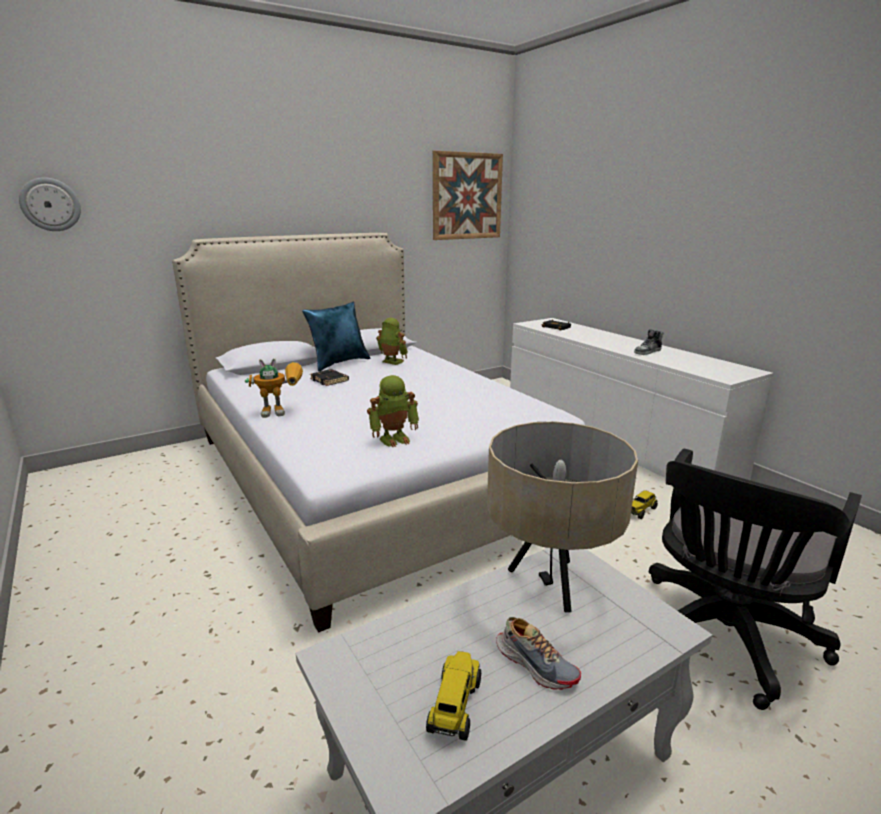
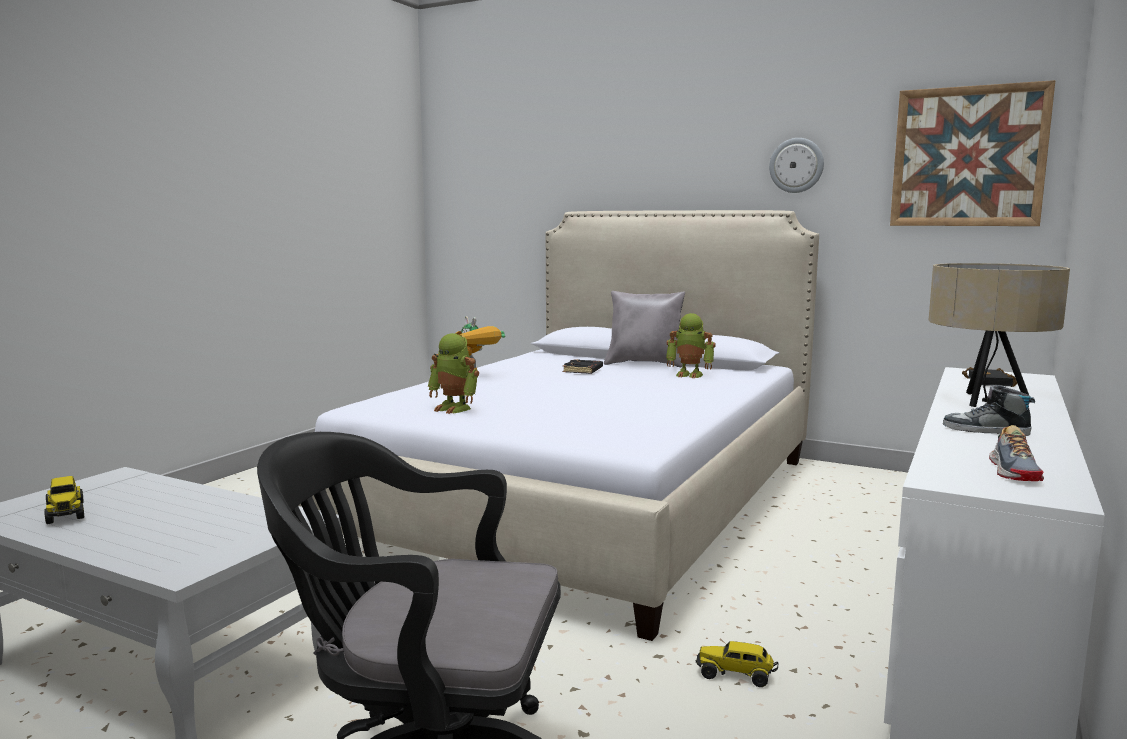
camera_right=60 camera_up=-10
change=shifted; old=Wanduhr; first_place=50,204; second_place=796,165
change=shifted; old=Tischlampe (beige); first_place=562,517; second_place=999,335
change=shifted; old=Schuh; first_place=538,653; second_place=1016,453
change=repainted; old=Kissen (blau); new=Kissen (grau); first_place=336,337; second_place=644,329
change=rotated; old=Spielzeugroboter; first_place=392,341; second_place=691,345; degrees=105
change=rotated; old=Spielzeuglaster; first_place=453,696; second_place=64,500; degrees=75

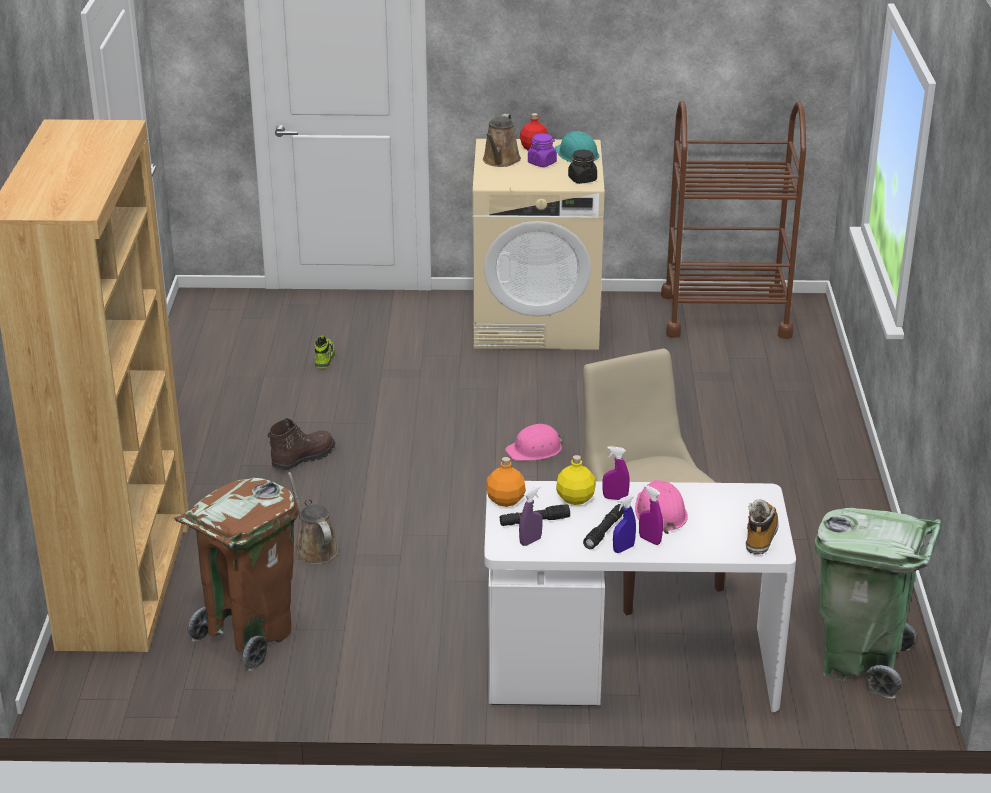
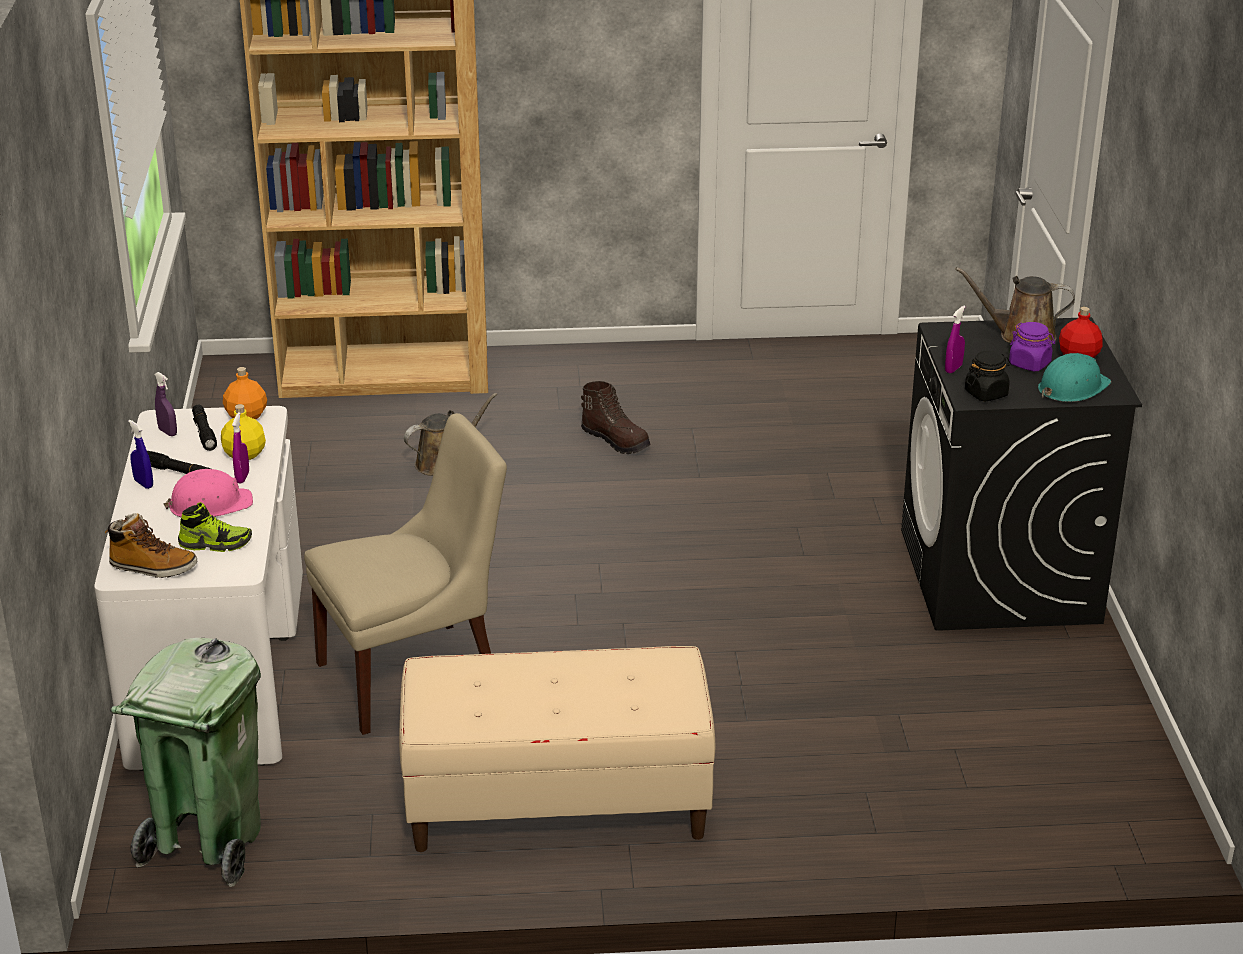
camera_right=85 camera_up=0
change=gone; old=Mülleimer (braun); first_place=236,574
change=gone; old=Schutzhelm (rosa); first_place=534,442
change=gone; old=Rollwagen (braun); first_place=733,220
change=new; new=Bank (beige); second_place=557,749
change=shifted; old=Schuh; first_place=325,352; second_place=215,527
change=shifted; old=Sprühflasche (lila); first_place=651,515; second_place=955,339
change=repainted; old=Waschmaschine (beige); new=Waschmaschine (schwarz); first_place=539,244; second_place=1021,474

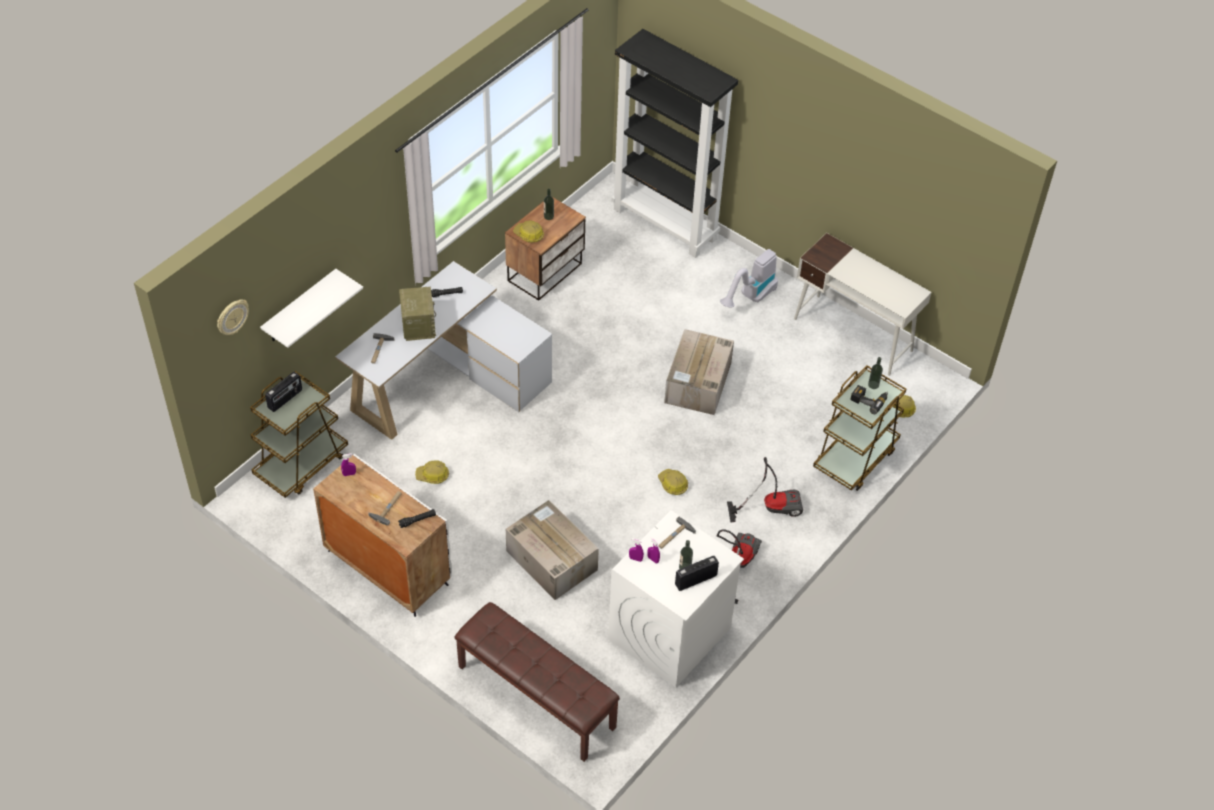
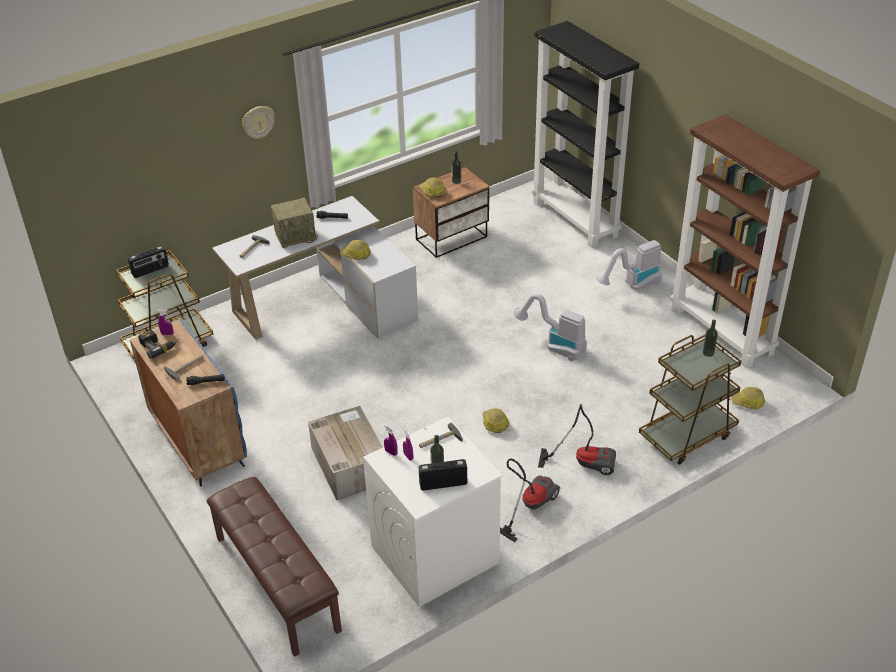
camera_right=20 camera_up=-10
change=gone; old=Wandregal (weiß); first_place=311,308
change=shifted; old=Wanduhr; first_place=233,317; second_place=258,122
change=shifted; old=Schutzhelm; first_place=432,472; second_place=355,250
change=shifted; old=Bohrmaschine; first_place=869,399; second_place=157,344
change=swapped; old=Karton; new=Staubsauger; first_place=699,372; second_place=550,327
change=swapped; old=Schreibtisch (weiß); new=Bücherregal (braun); first_place=862,304; second_place=745,241
change=repainted; old=Schrank (weiß); new=Schrank (blau); first_place=382,535; second_place=188,403
change=rotated; old=Radio; first_place=417,314; second_place=294,223; degrees=60

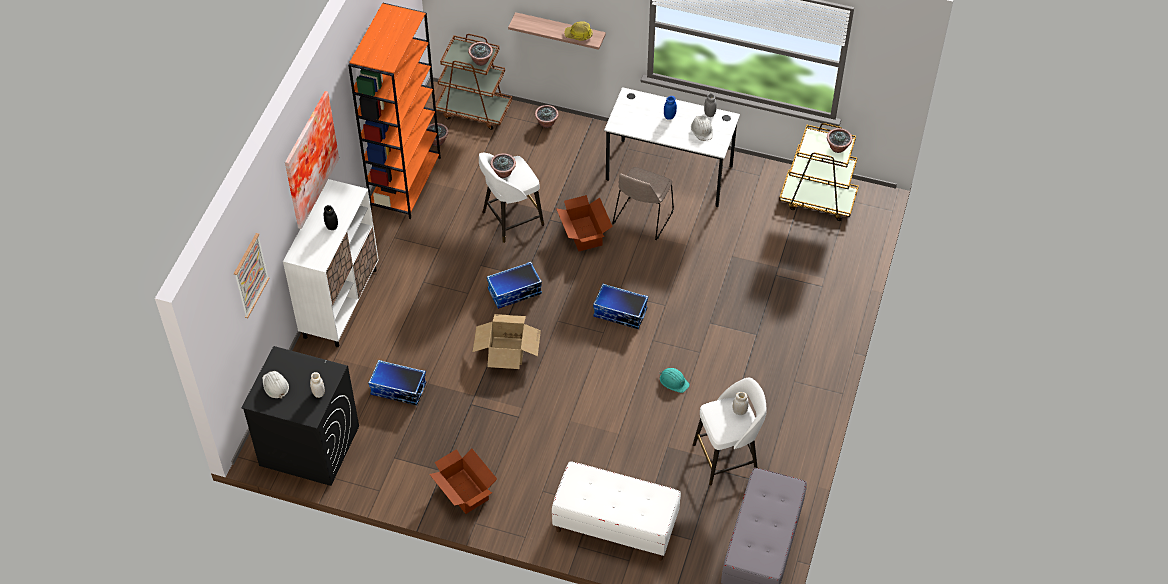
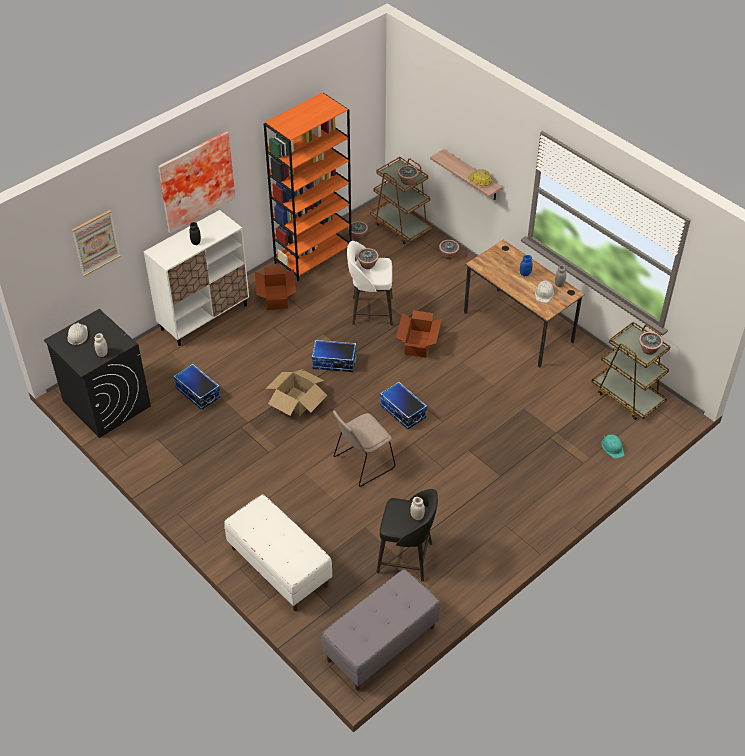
camera_right=30 camera_up=-5
change=shifted; old=Karton; first_place=463,481; second_place=275,288
change=shifted; old=Stuhl (beige); first_place=643,203; second_place=364,448
change=shifted; old=Schutzhelm (türkis); first_place=674,380; second_place=612,446
change=repainted; old=Schreibtisch (weiß); new=Schreibtisch (braun); first_place=672,147; second_place=524,304
change=repainted; old=Hocker (weiß); new=Hocker (schwarz); first_place=729,431; second_place=407,535

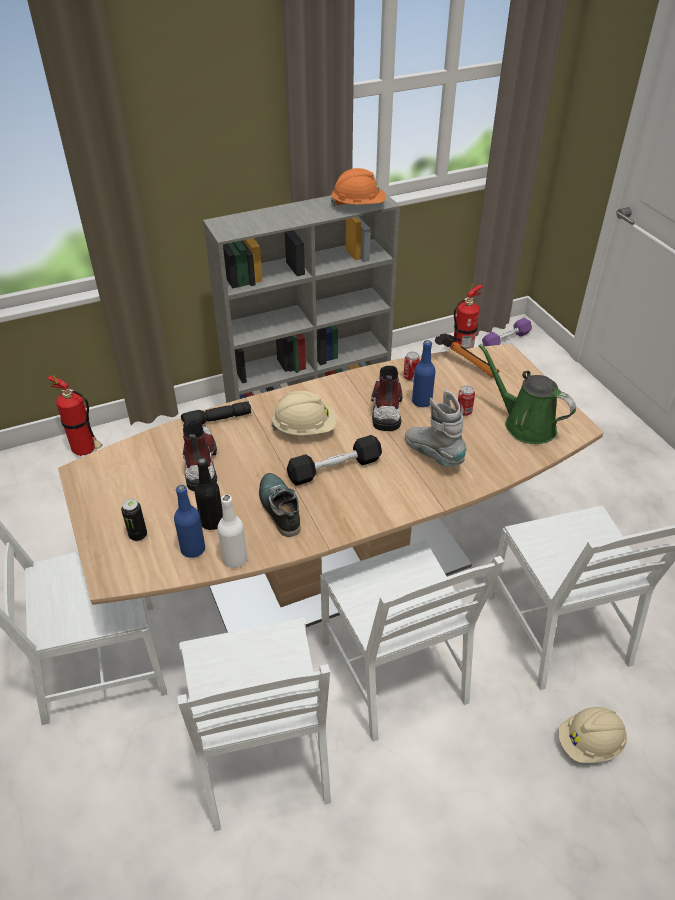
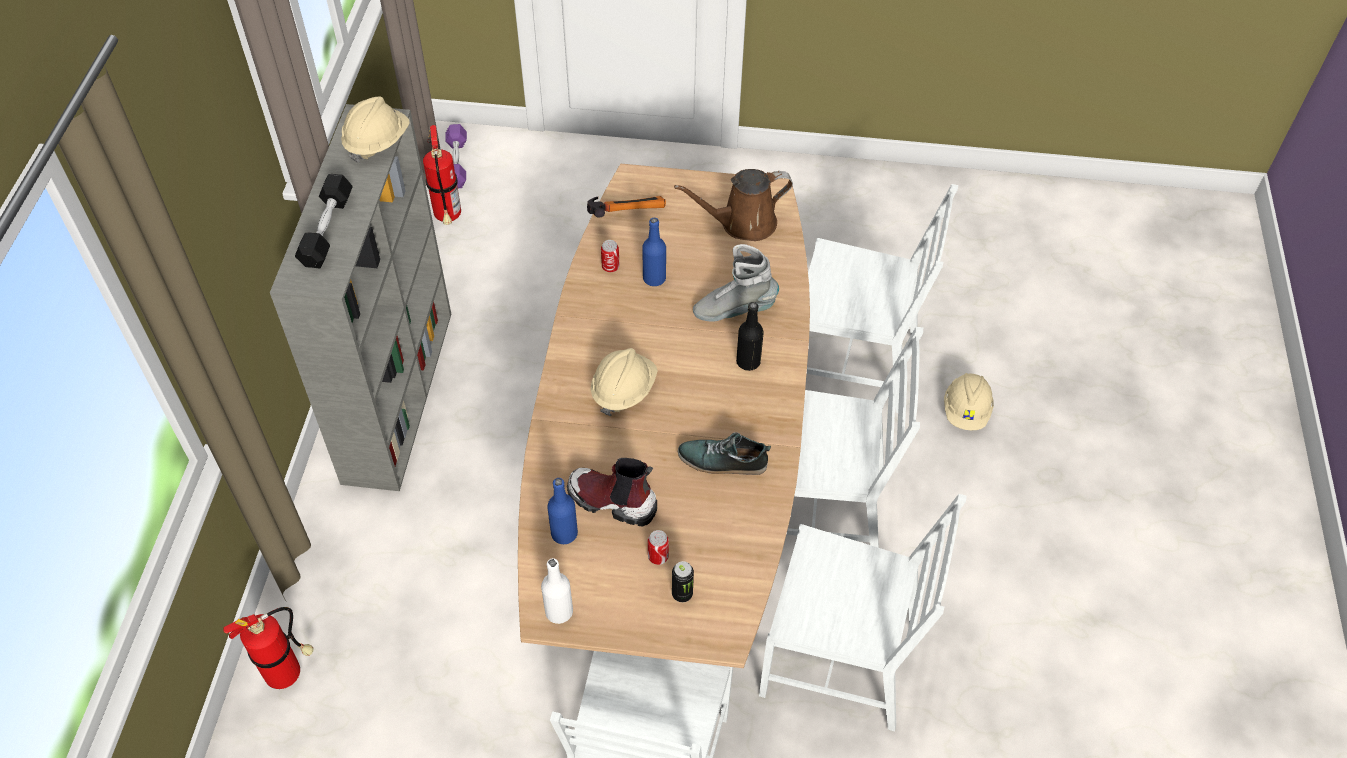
camera_right=-60 camera_up=10
change=gone; old=Taschenlampe (schwarz); first_place=216,414
change=gone; old=Stiefel; first_place=387,398
change=shifted; old=Flasche (blau); first_place=189,521; second_place=562,511
change=shifted; old=Flasche (schwarz); first_place=208,494; second_place=750,336
change=shifted; old=Flasche (weiß); first_place=232,531; second_place=557,591
change=shifted; old=Hantel (schwarz); first_place=334,460; second_place=324,221
change=shifted; old=Dose; first_place=466,400; second_place=658,547
change=repainted; old=Schutzhelm (orange); new=Schutzhelm (beige); first_place=358,187; second_place=375,129
change=repainted; old=Gießkanne (grün); new=Gießkanne (braun); first_place=527,394; second_place=733,205

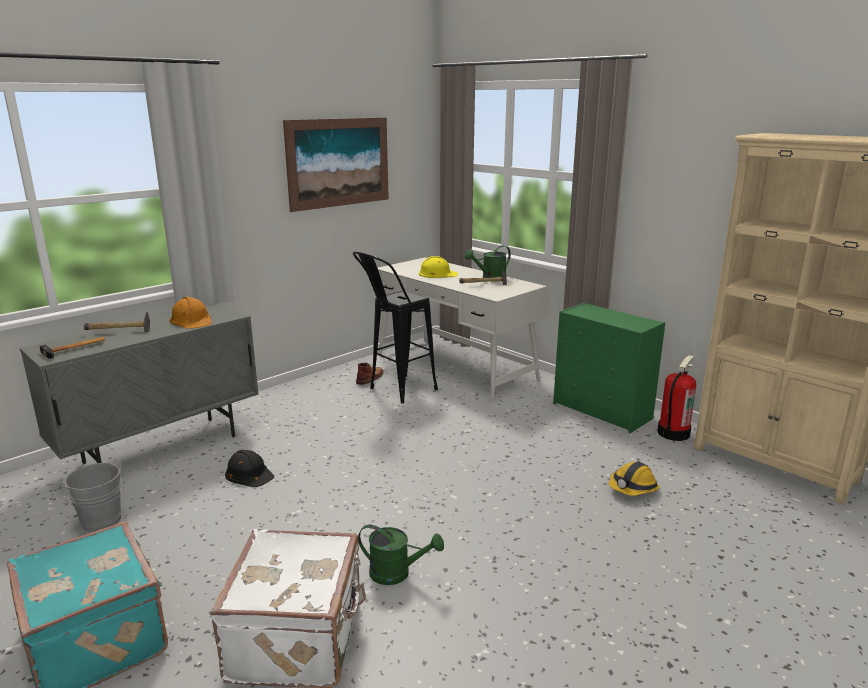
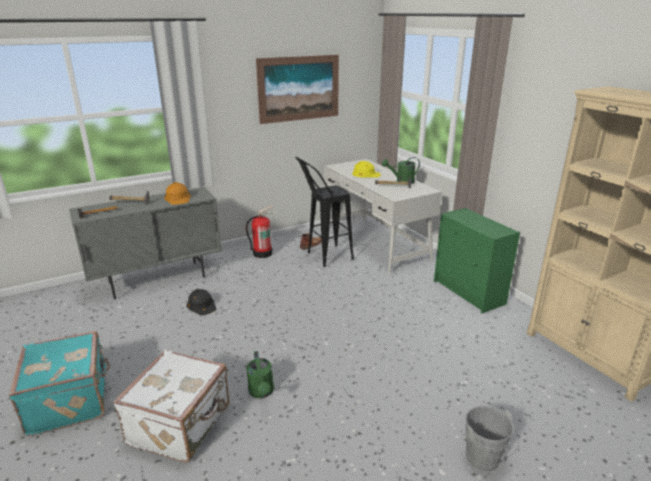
camera_right=15 camera_up=5
change=gone; old=Schutzhelm; first_place=634,479
change=shifted; old=Eimer (grau); first_place=92,497; second_place=492,439
change=shifted; old=Feuerlöscher; first_place=676,398; second_place=261,232
change=rotated; old=Gießkanne (grün); first_place=401,555; second_place=260,374; degrees=45

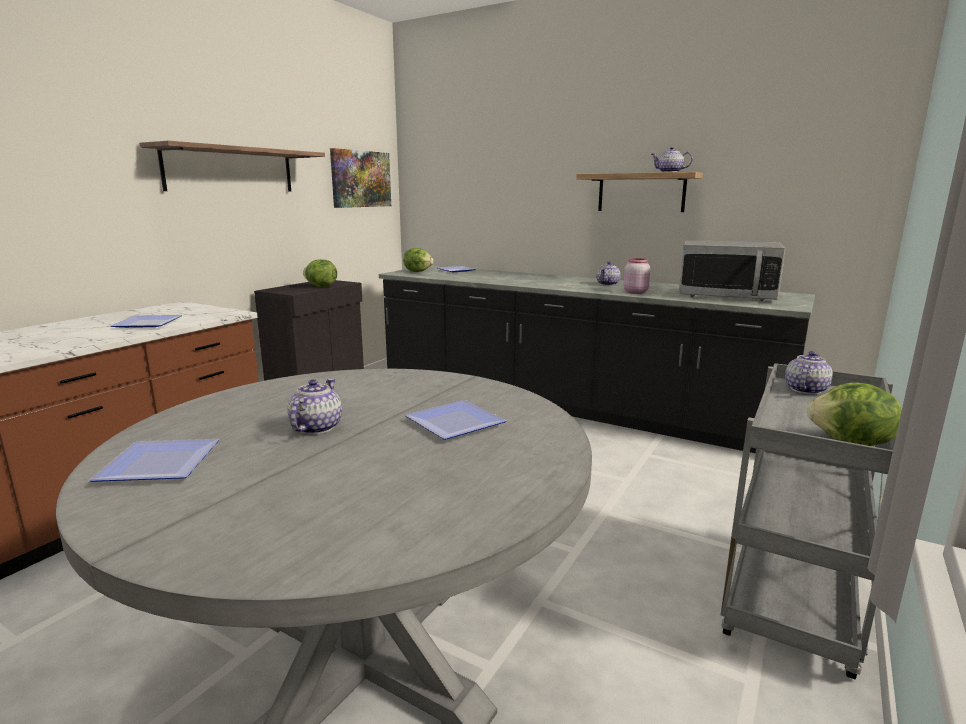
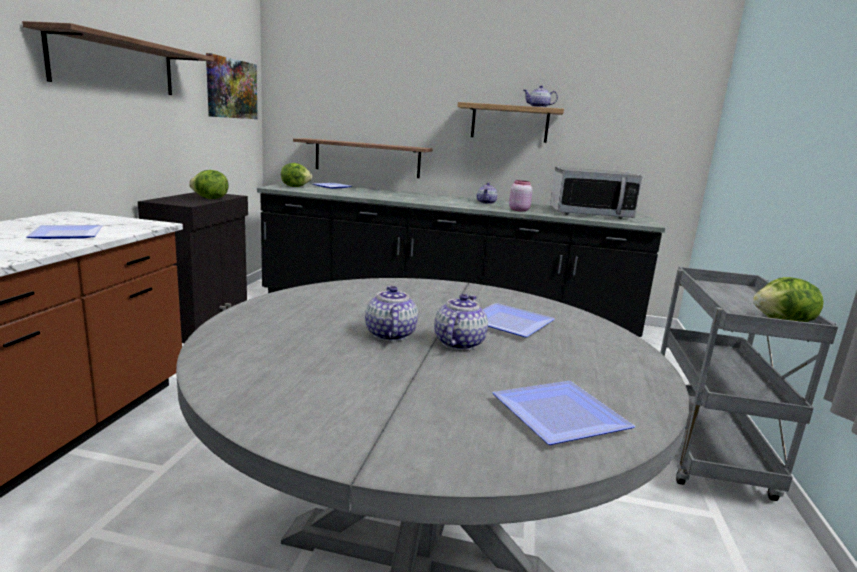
camera_right=-20 camera_up=0
change=new; new=Wandregal; second_place=363,158
change=shifted; old=Teller; first_place=154,460; second_place=564,413
change=shifted; old=Teekanne; first_place=809,372; second_place=461,322

